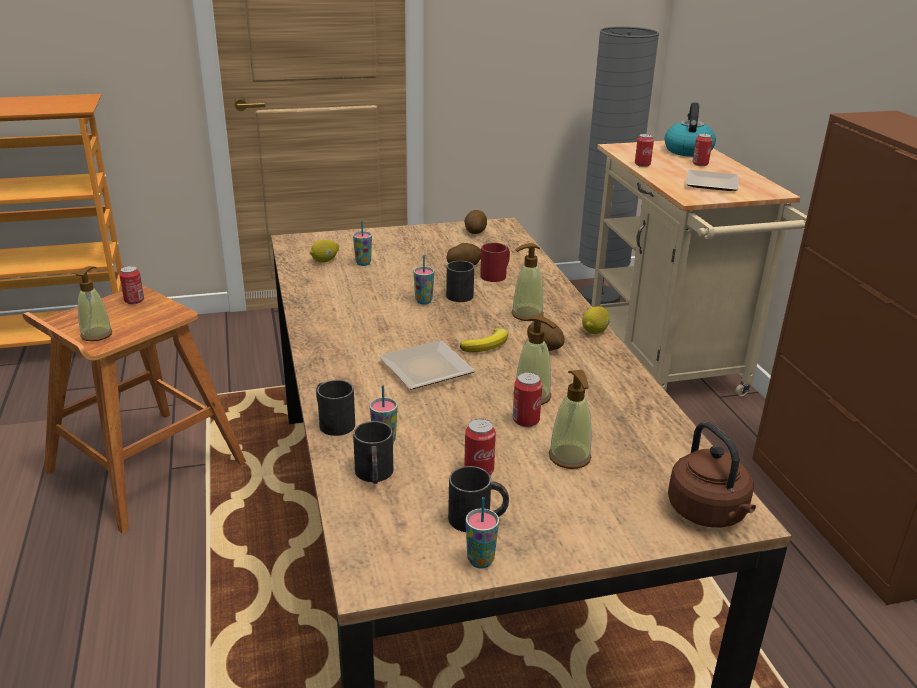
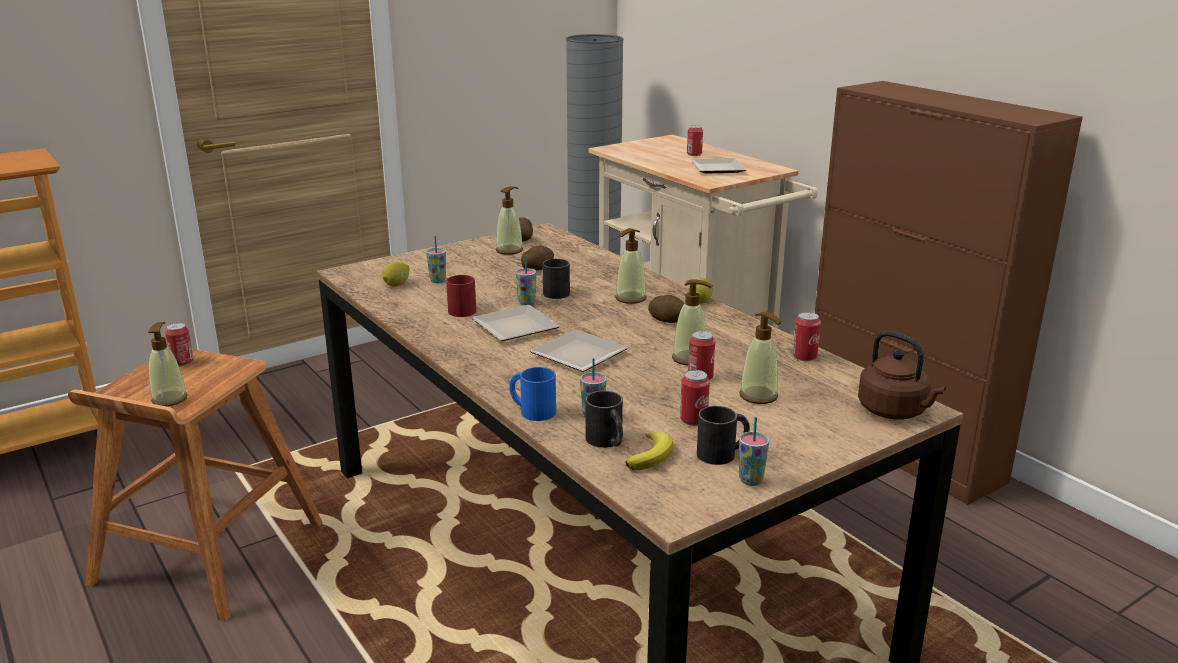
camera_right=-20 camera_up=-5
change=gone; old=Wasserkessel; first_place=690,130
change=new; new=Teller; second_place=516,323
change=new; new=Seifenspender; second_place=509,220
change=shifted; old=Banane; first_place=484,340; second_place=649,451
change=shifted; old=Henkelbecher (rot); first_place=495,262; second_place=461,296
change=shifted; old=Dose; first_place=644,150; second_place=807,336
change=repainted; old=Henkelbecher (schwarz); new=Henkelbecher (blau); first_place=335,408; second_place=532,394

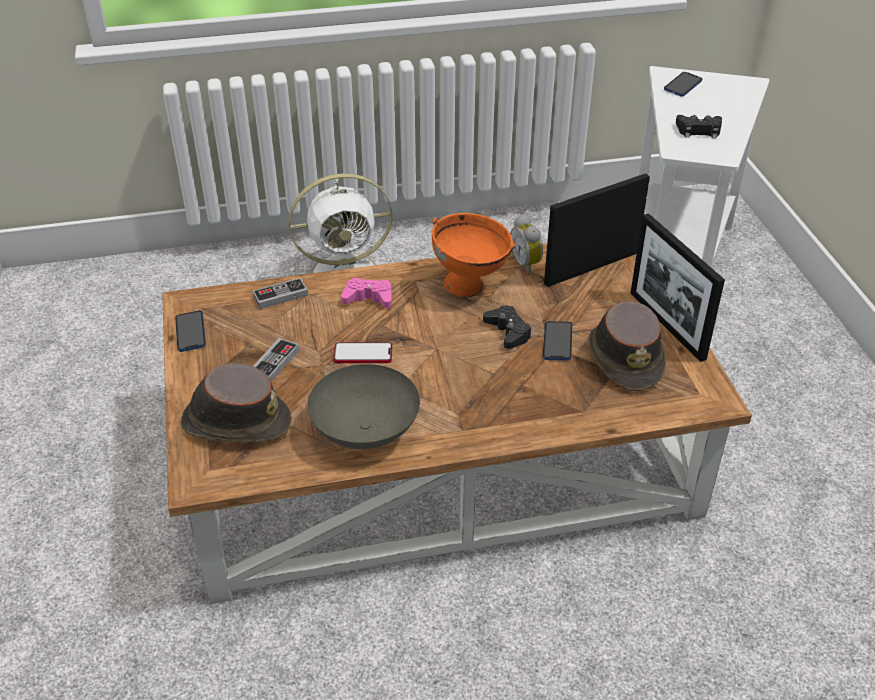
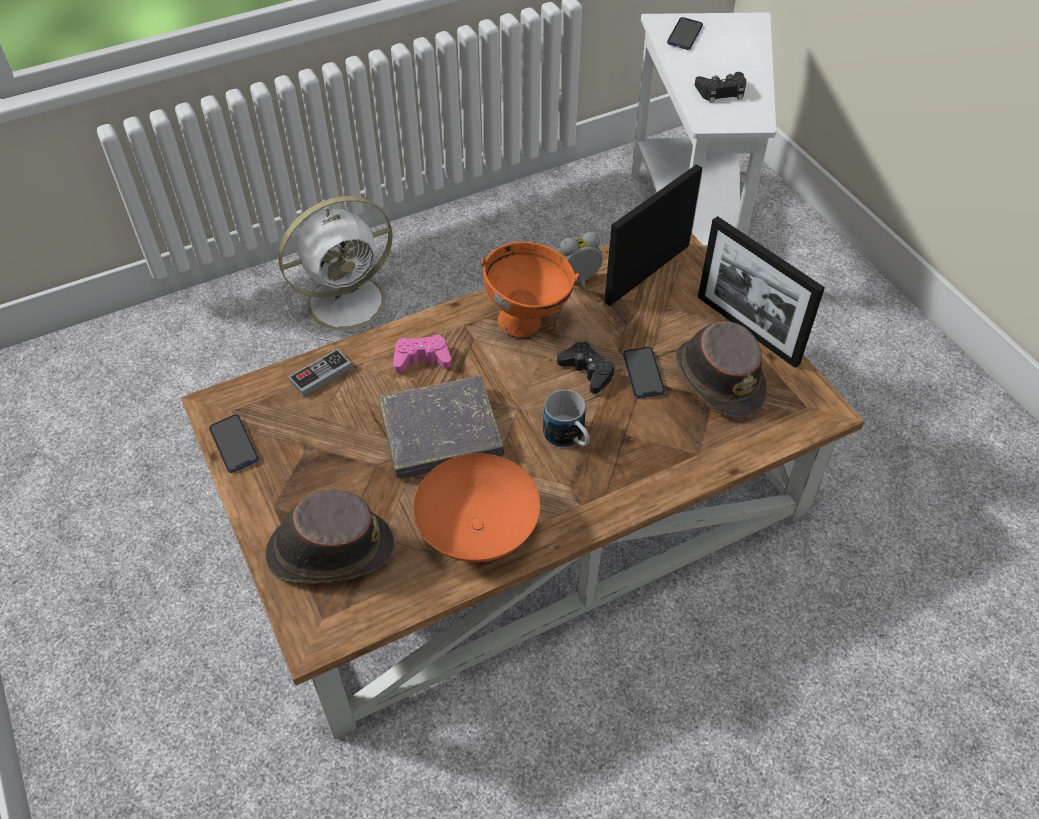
camera_right=-15 camera_up=10
change=gone; old=Gamepad; first_place=276,360
change=new; new=Henkelbecher; second_place=566,418
change=swapped; old=Handy; new=Buch (grau); first_place=362,352; second_place=441,427
change=repainted; old=Schüssel (grau); new=Schüssel (orange); first_place=363,406; second_place=476,508
change=rotated; old=Wecker; first_place=526,244; second_place=580,261; degrees=105

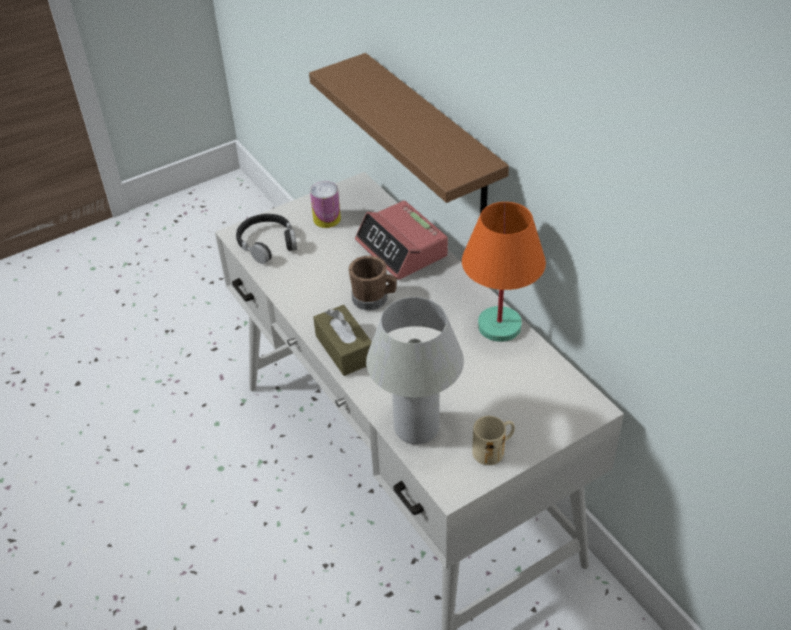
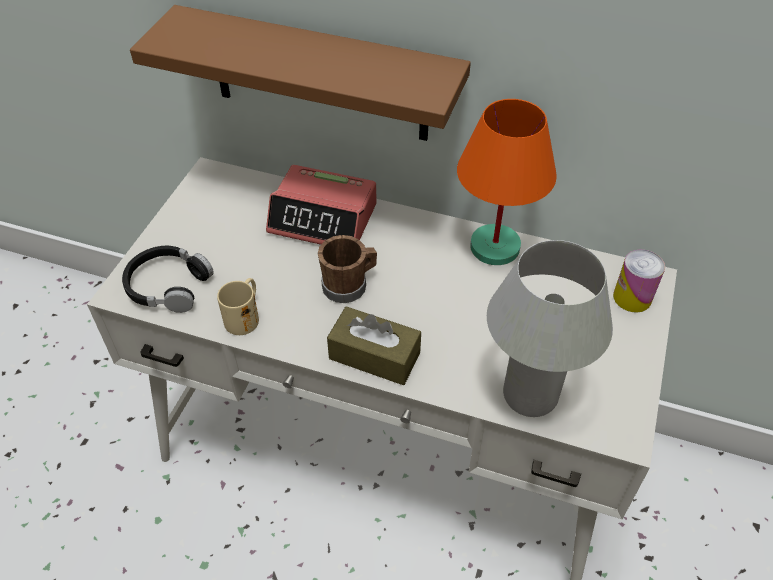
camera_right=-40 camera_up=5
change=shifted; old=Dose; first_place=325,204; second_place=639,281
change=shifted; old=Henkelbecher (beige); first_place=493,440; second_place=238,306

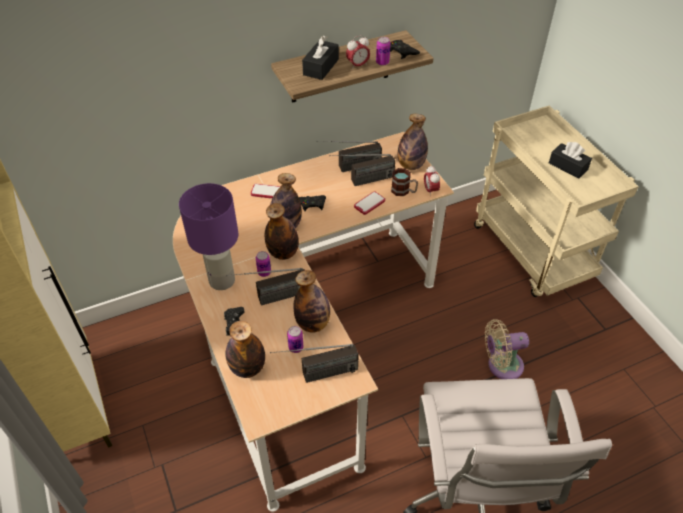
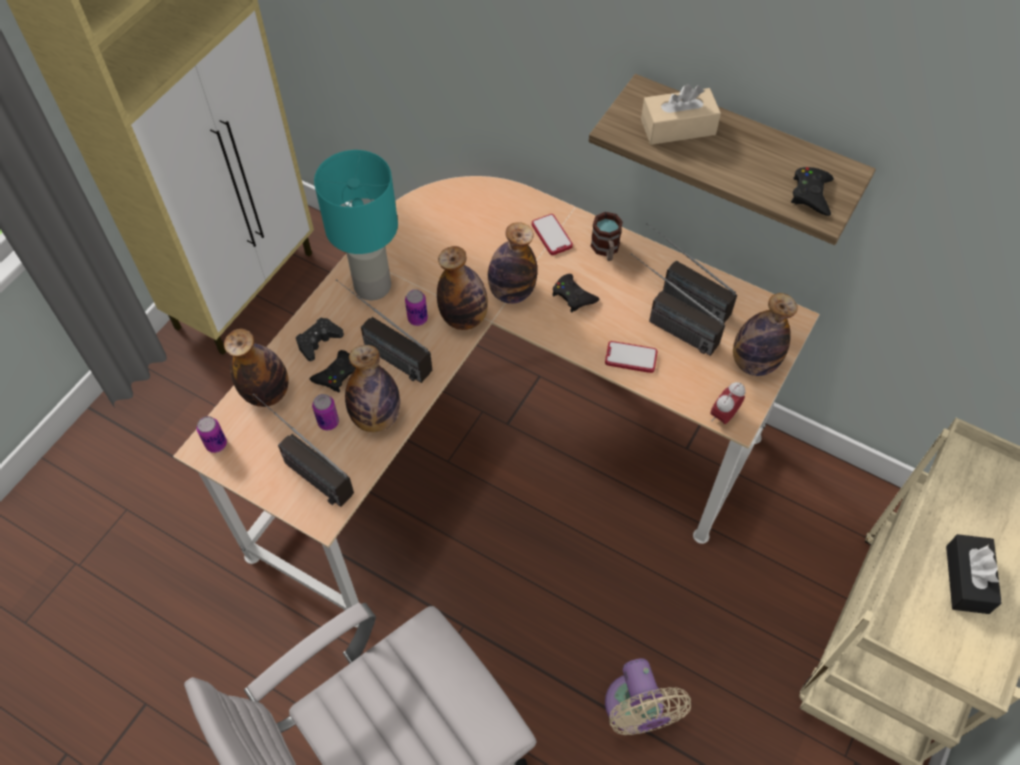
camera_right=55 camera_up=10
change=gone; old=Wecker; first_place=358,52
change=new; new=Gamepad (schwarz); second_place=332,371
change=shifted; old=Dose; first_place=383,51; second_place=212,434
change=shifted; old=Henkelbecher; first_place=404,182; second_place=607,236
change=repainted; old=Tischlampe (lila); new=Tischlampe (türkis); first_place=208,236; second_place=356,225
change=repainted; old=Taschentuchbox (schwarz); new=Taschentuchbox (beige); first_place=320,57; second_place=681,114
change=rotated; old=Ventilator (beige); first_place=507,349; second_place=648,696; degrees=-150

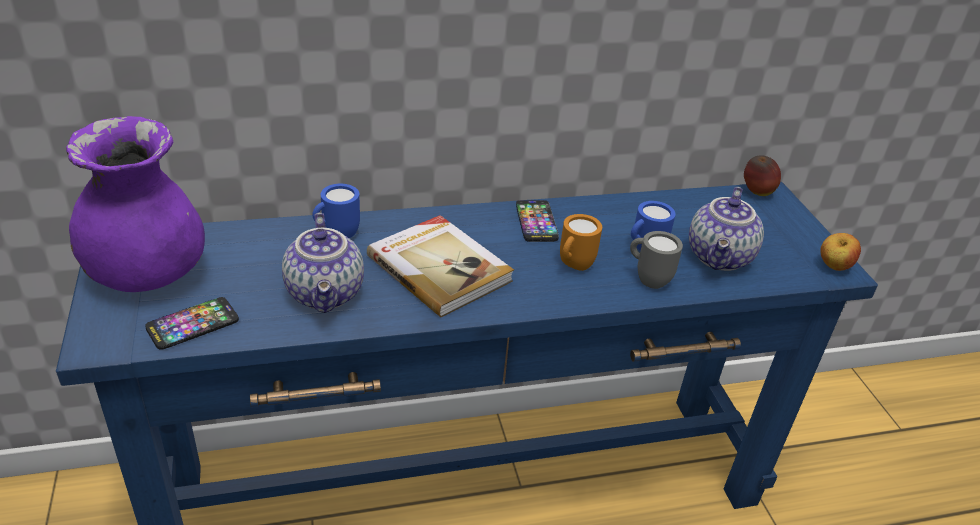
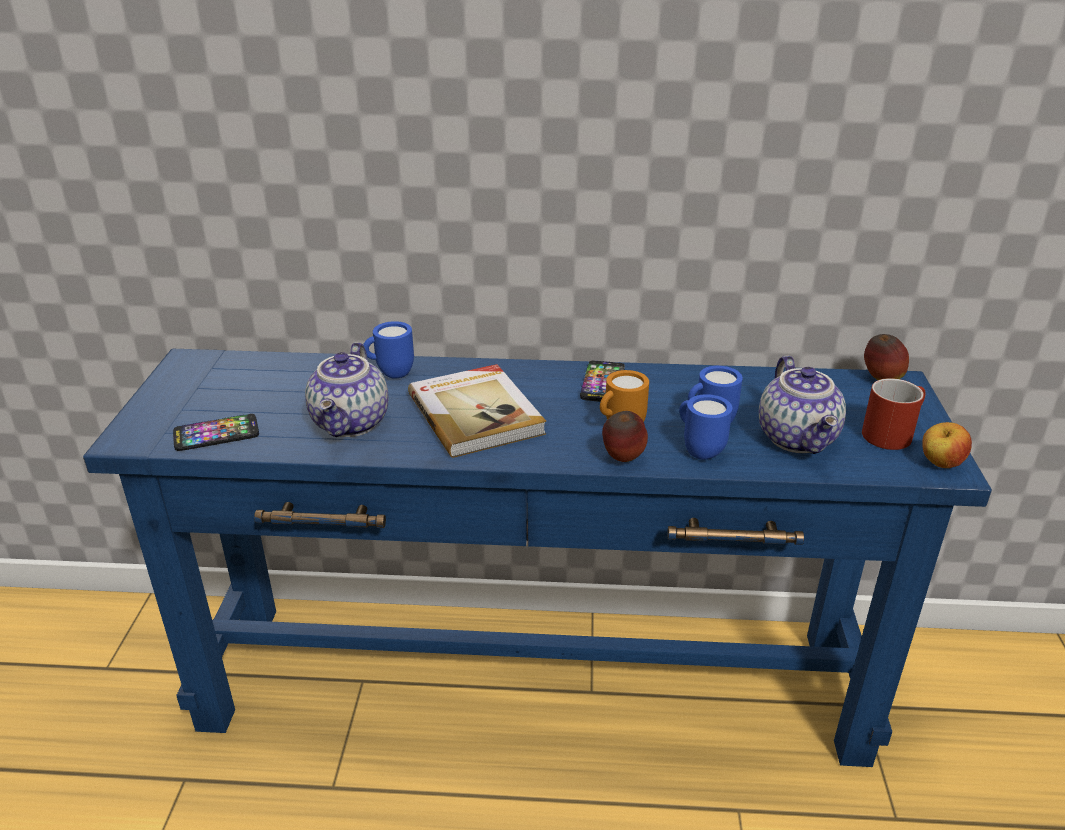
camera_right=20 camera_up=-5
change=gone; old=Vase (lila); first_place=135,204
change=new; new=Apfel; second_place=625,436
change=new; new=Henkelbecher (rot); second_place=893,414
change=repainted; old=Henkelbecher (grau); new=Henkelbecher (blau); first_place=656,260; second_place=706,427
change=rotated; old=Teekanne; first_place=726,229; second_place=802,404; degrees=-45

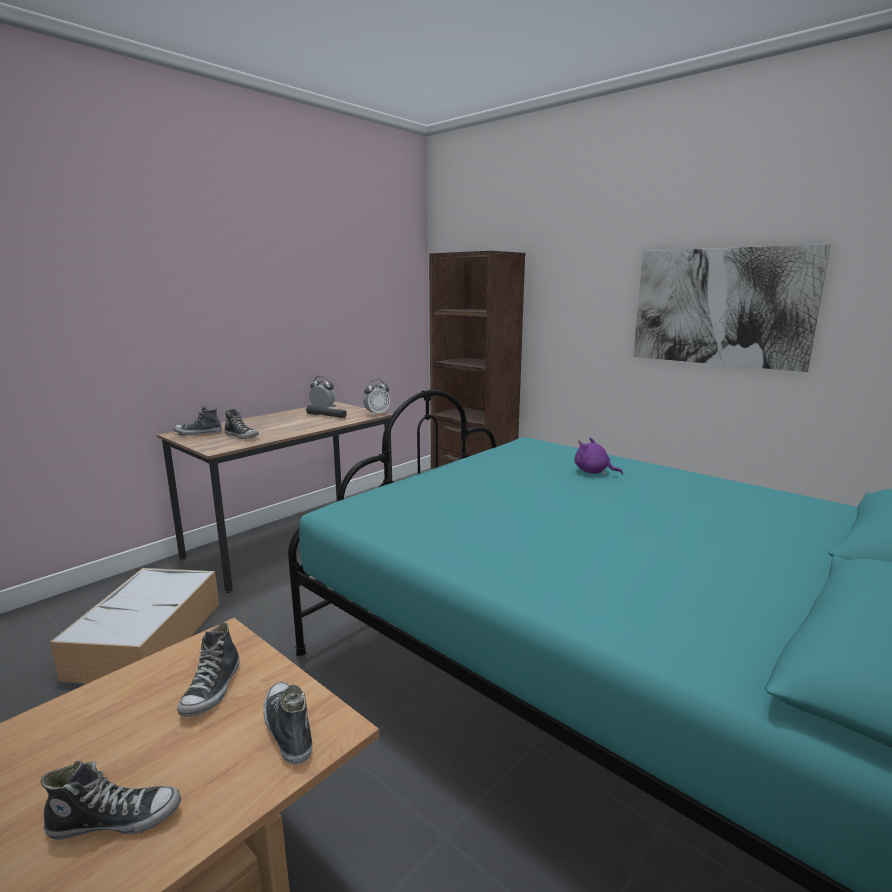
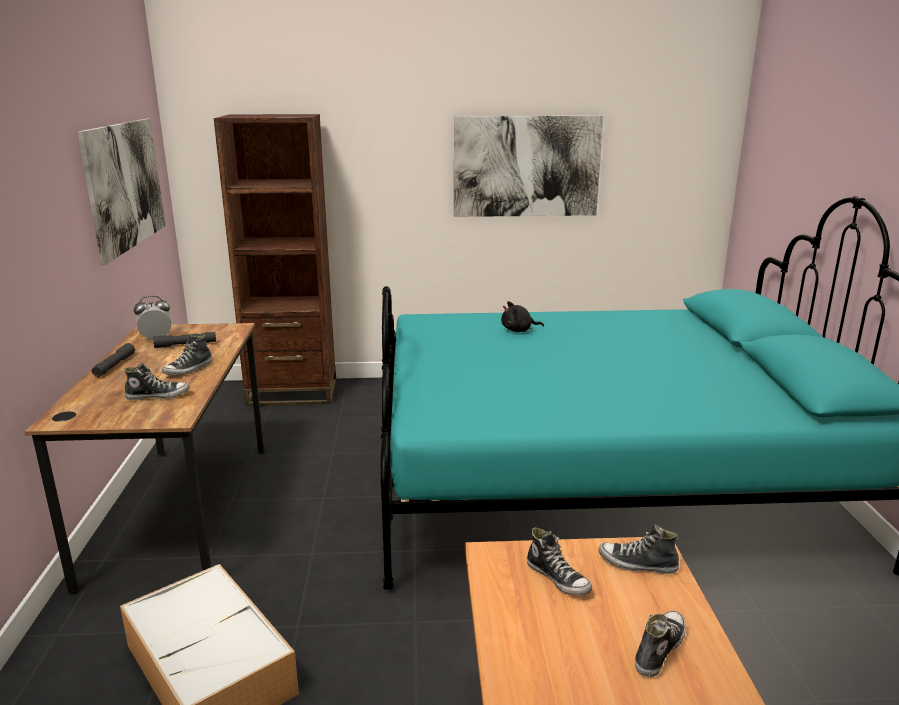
camera_right=-45 camera_up=5
change=gone; old=Wecker; first_place=376,397
change=new; new=Bild; second_place=121,192
change=new; new=Taschenlampe (grau); second_place=113,360
change=shifted; old=Schuh; first_place=197,420; second_place=187,355
change=repainted; old=Plüschtier (lila); new=Plüschtier (schwarz); first_place=598,456; second_place=522,316

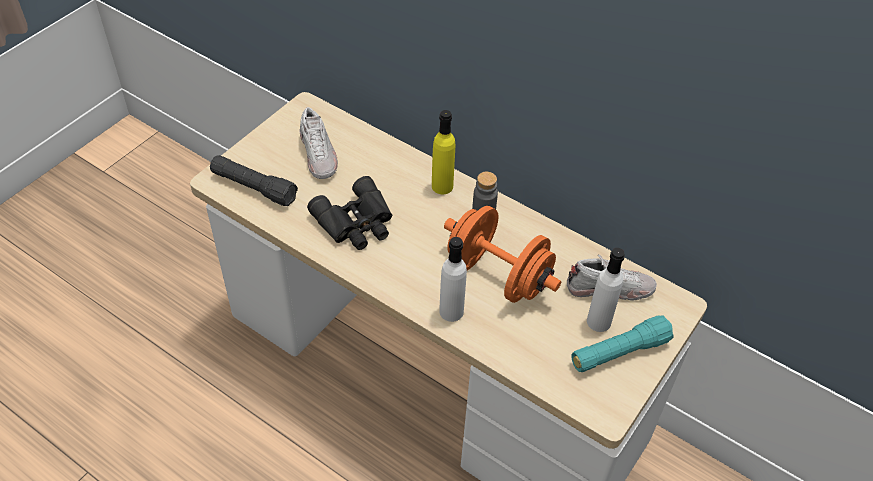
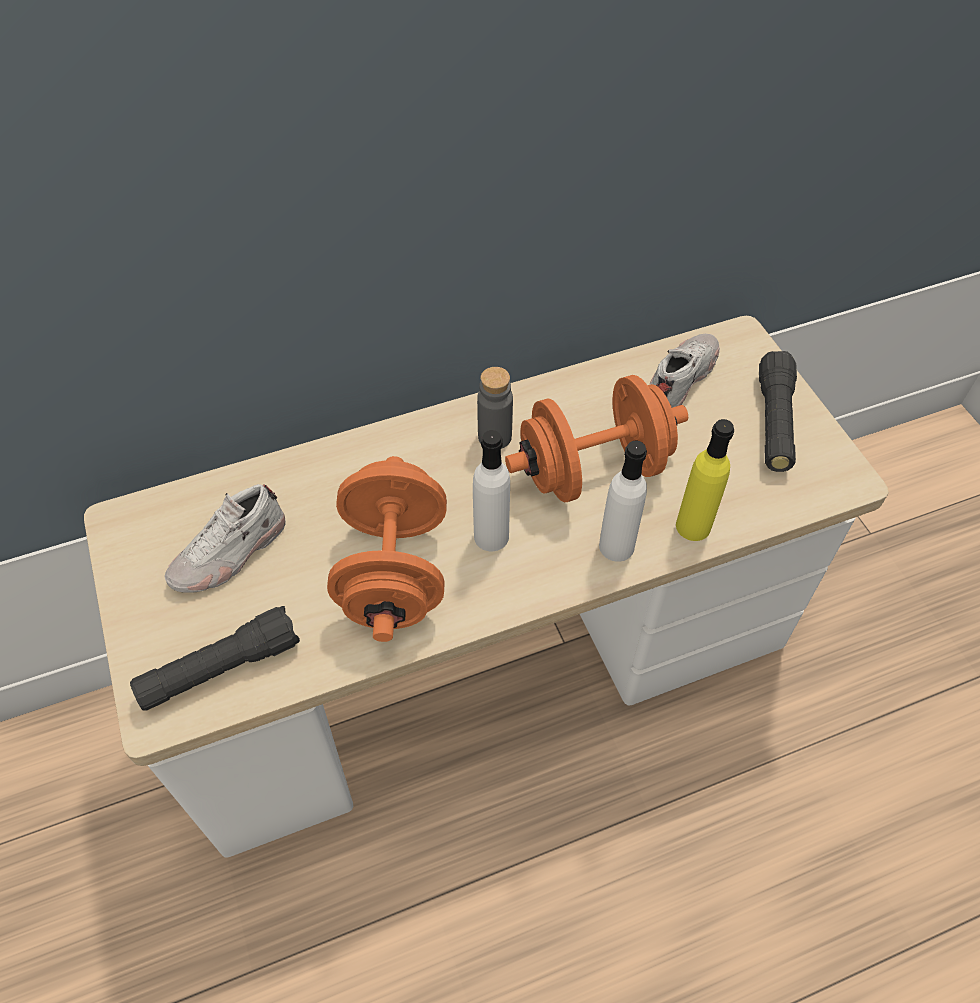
camera_right=-55 camera_up=5
change=shifted; old=Flasche (gelb); first_place=443,152; second_place=705,480
change=shifted; old=Flasche (weiß); first_place=606,290; second_place=491,490
change=swapped; old=Fernglas (schwarz); new=Hantel (orange); first_place=350,213; second_place=387,549
change=repainted; old=Taschenlampe (türkis); new=Taschenlampe (schwarz); first_place=622,343; second_place=778,411
change=rotated; old=Schuh (weiß); first_place=318,143; second_place=225,538; degrees=120

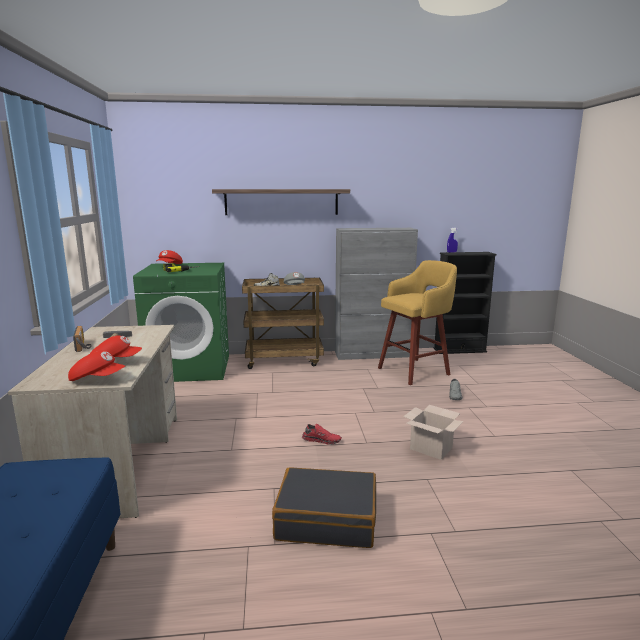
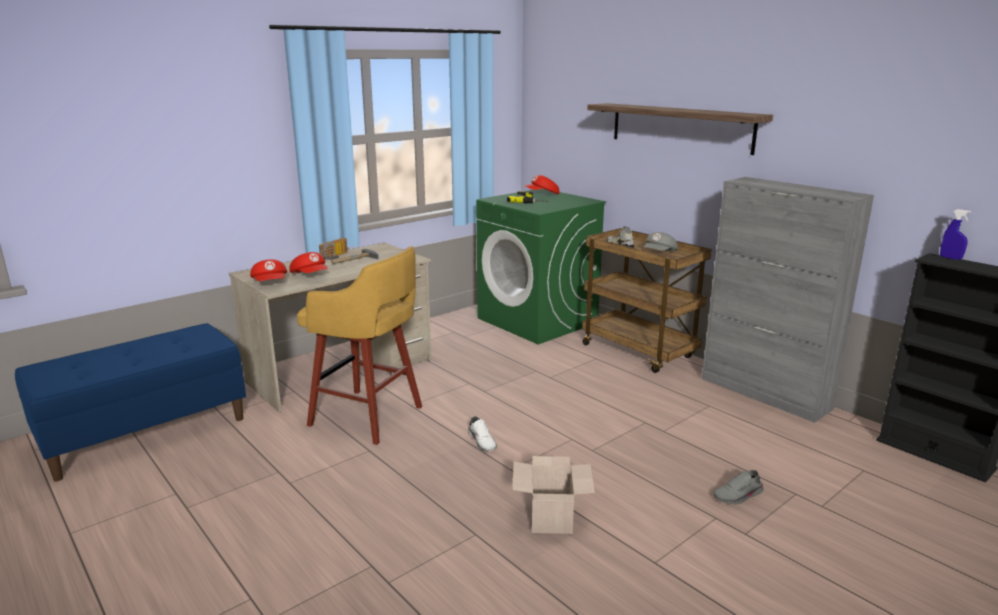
camera_right=55 camera_up=5
change=gone; old=Koffer (schwarz); first_place=324,507
change=shifted; old=Hocker (gelb); first_place=417,322; second_place=359,345
change=repainted; old=Schuh (rot); new=Schuh (weiß); first_place=322,434; second_place=482,434

